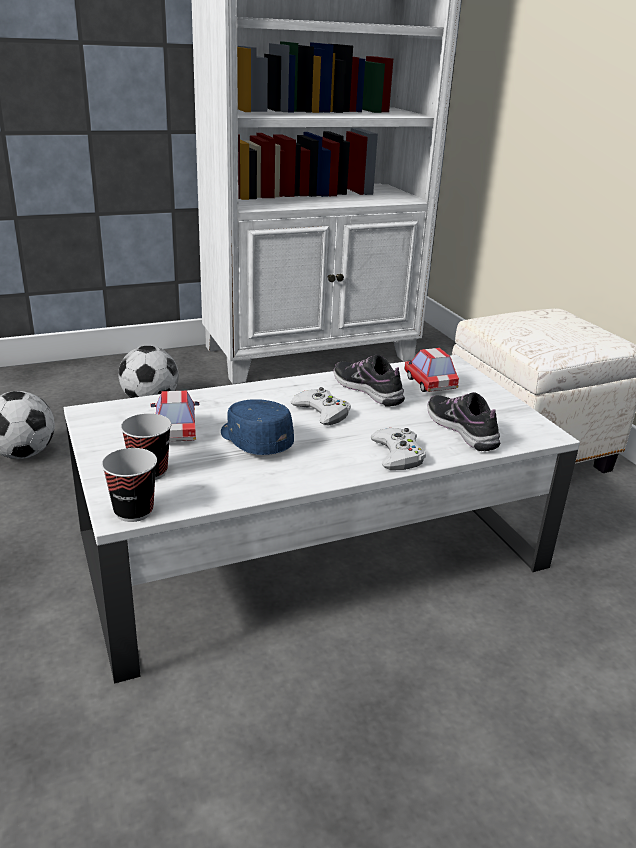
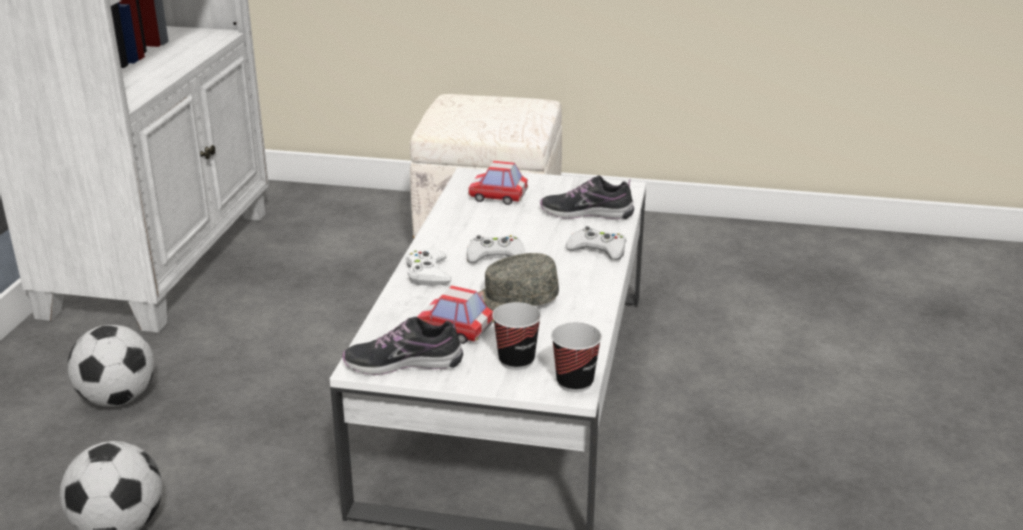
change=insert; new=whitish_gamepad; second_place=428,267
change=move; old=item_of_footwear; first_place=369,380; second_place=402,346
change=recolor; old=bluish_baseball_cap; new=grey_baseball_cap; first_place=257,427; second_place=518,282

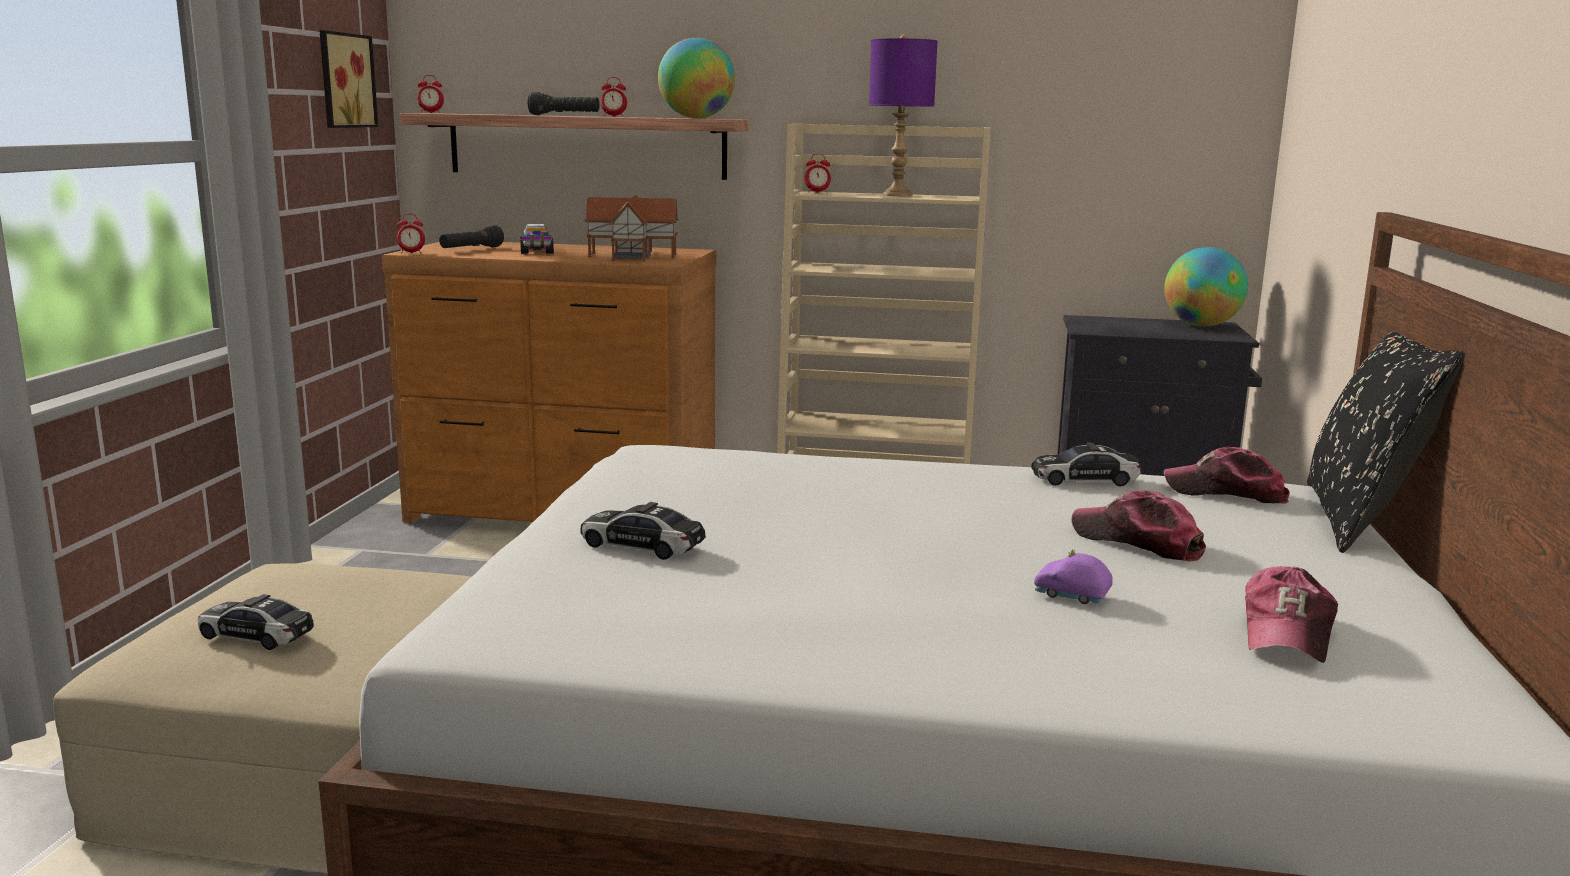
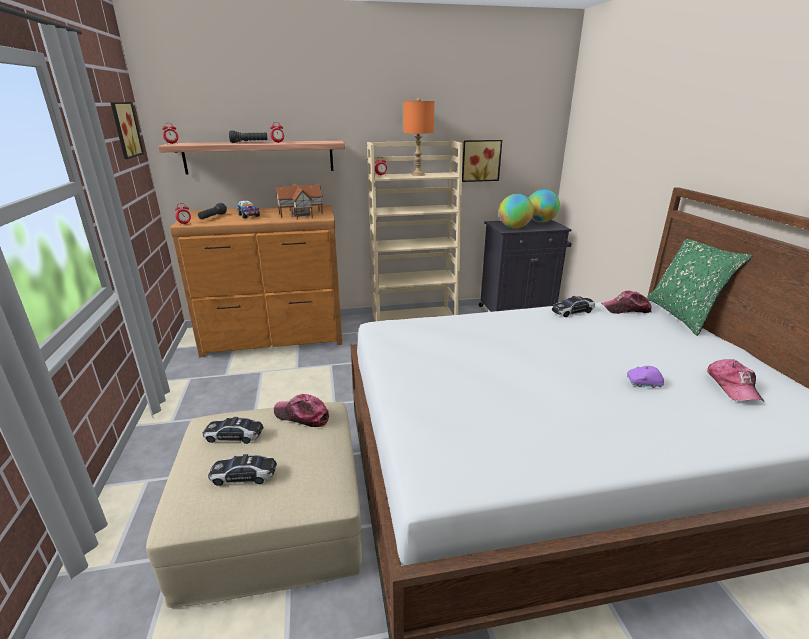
change=insert; new=picture; second_place=482,161
change=move; old=model_car; first_place=643,531; second_place=233,430
change=move; old=globe; first_place=696,78; second_place=516,211
change=move; old=baseball_cap; first_place=1138,526; second_place=301,410
change=recolor; old=purple-coloured_tabletop_lamp; new=orange_tabletop_lamp; first_place=903,115; second_place=418,137
change=recolor; old=black_cushion; new=green-coloured_cushion; first_place=1386,442; second_place=699,287

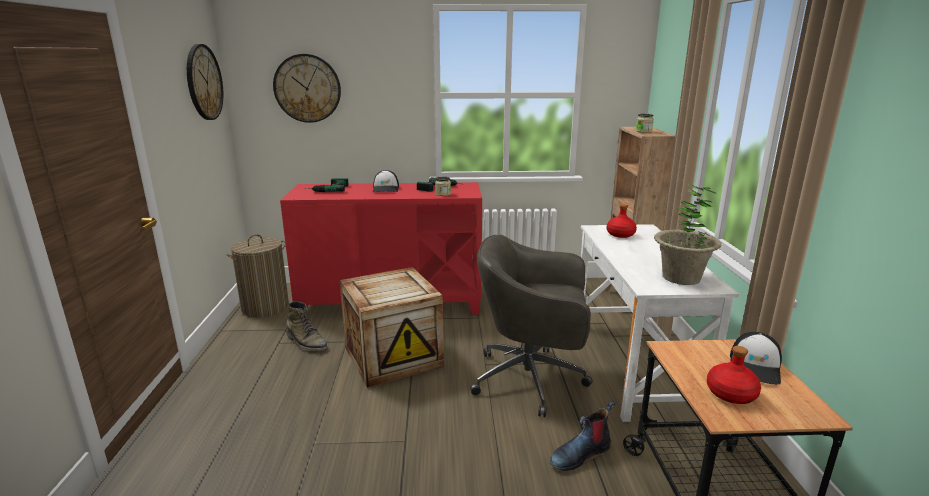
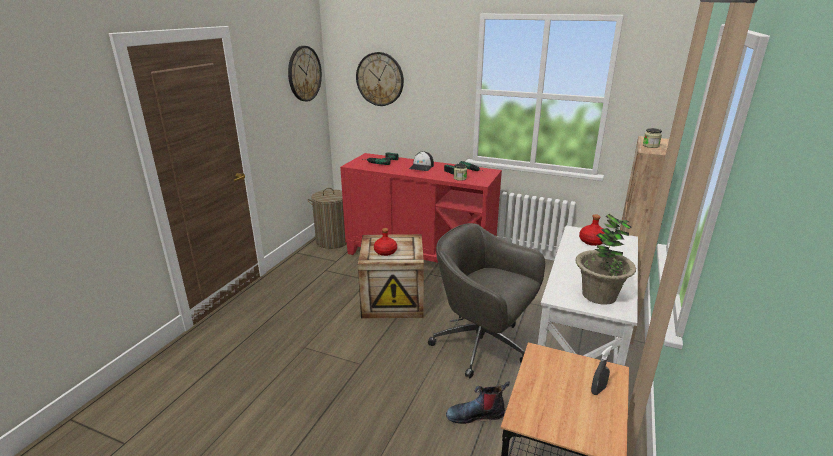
change=delete; old=green-coloured_tall_boot; first_place=307,326
change=move; old=reddish_drink_bottle; first_place=734,375; second_place=385,242
change=replace; old=baseball_cap; new=grey_hand_sprayer; first_place=756,358; second_place=602,370

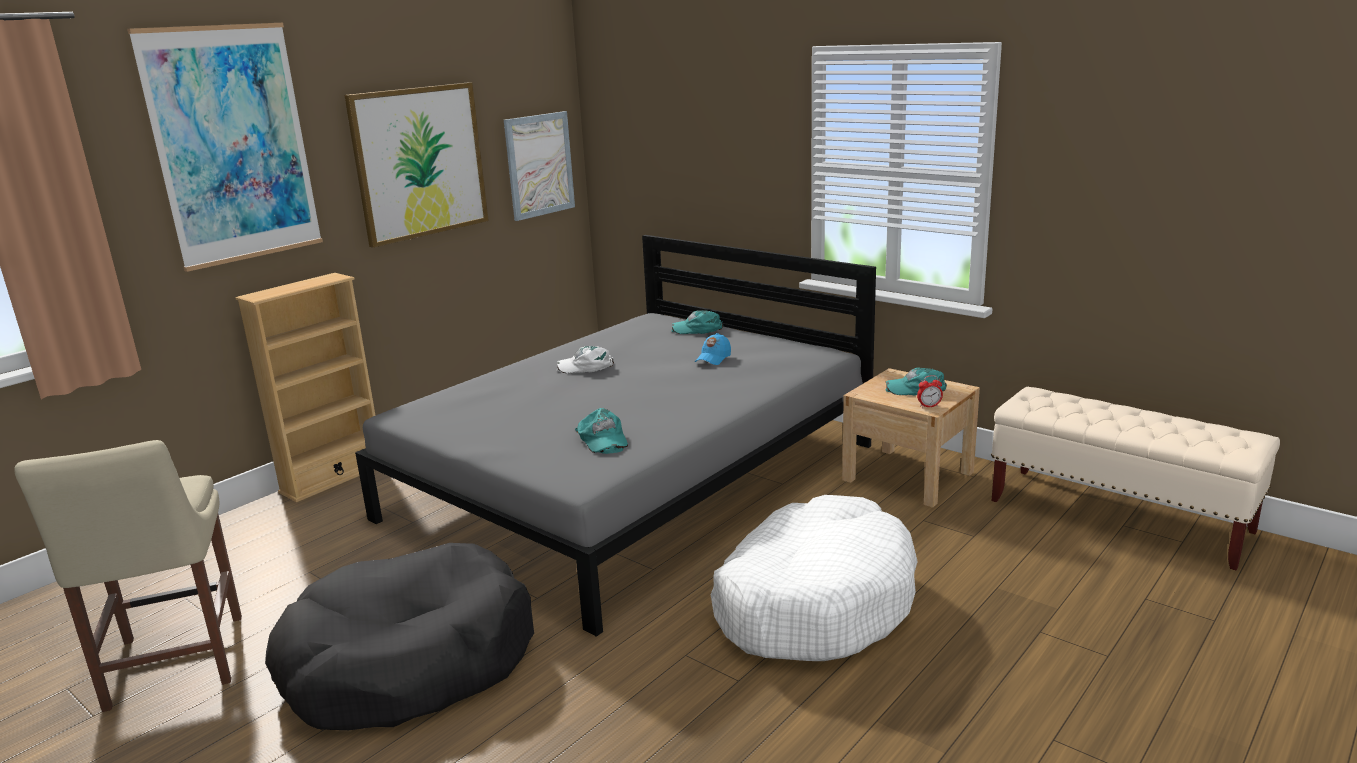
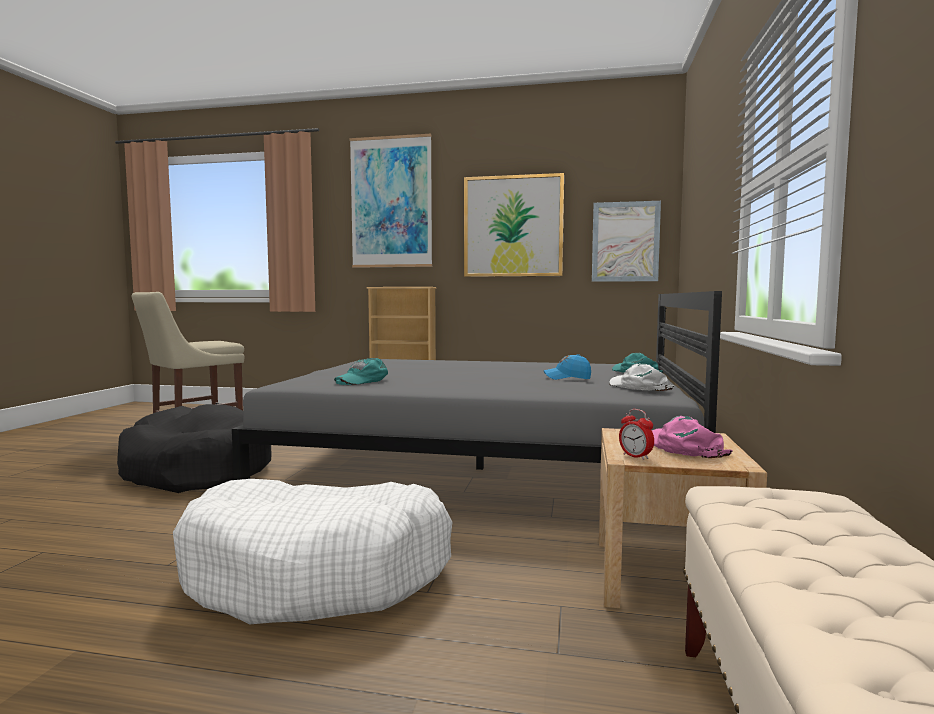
change=move; old=whitish_baseball_cap; first_place=585,359; second_place=641,377
change=recolor; old=blue-green_baseball_cap; new=pink-coloured_baseball_cap; first_place=916,381; second_place=692,437

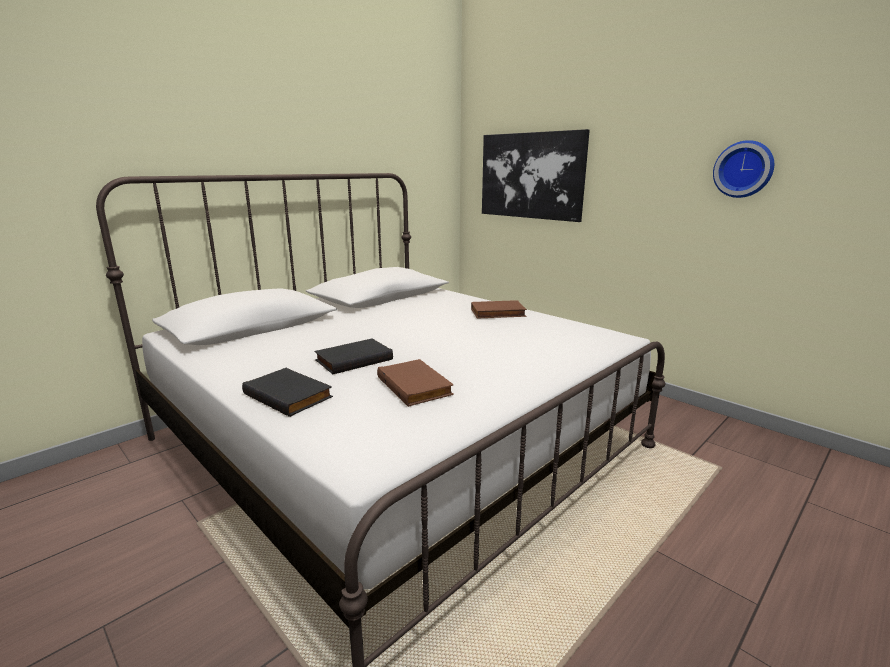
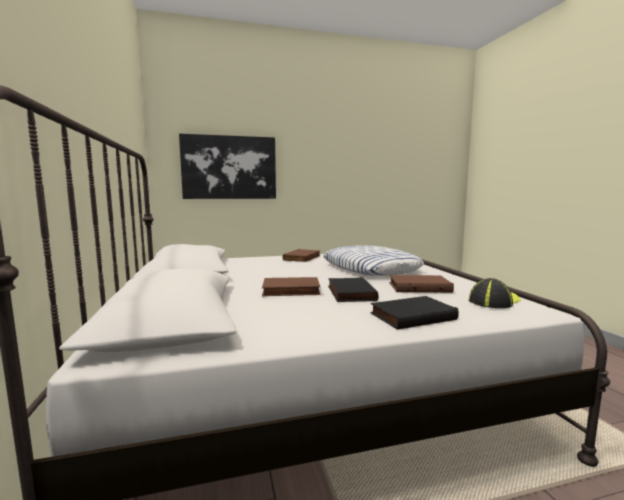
change=delete; old=wall_clock; first_place=743,169
change=insert; new=brownish_book; second_place=291,286
change=insert; new=cushion; second_place=373,260
change=insert; new=baseball_cap; second_place=495,293

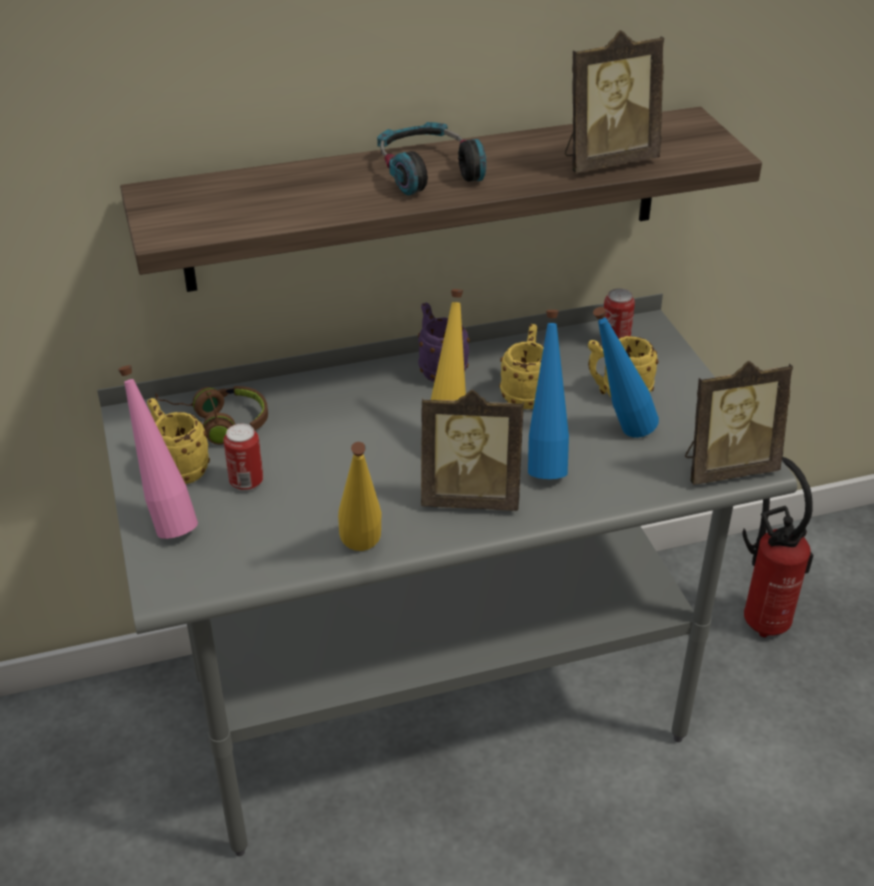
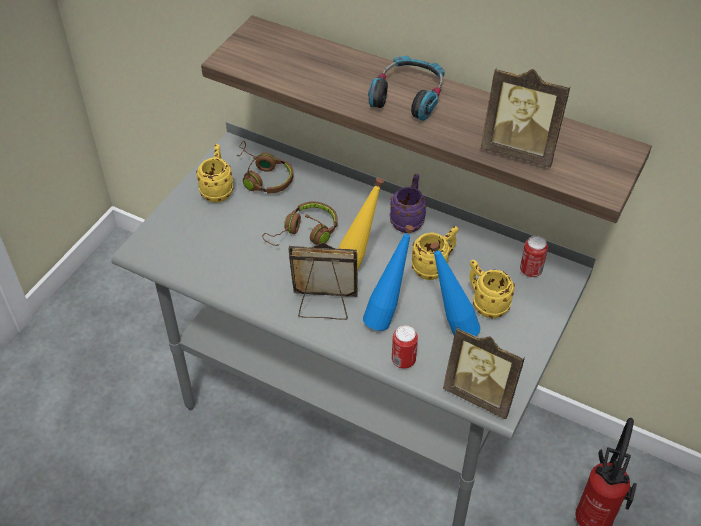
change=delete; old=pink-coloured_drink_bottle; first_place=158,452
change=delete; old=yellow-coloured_drink_bottle; first_place=359,496
change=insert; new=brownish_pair_of_headphones; second_place=300,223
change=move; old=metal_can; first_place=243,457; second_place=405,347
change=rotate; old=picture_frame; first_place=472,450; second_place=323,281; degrees=135

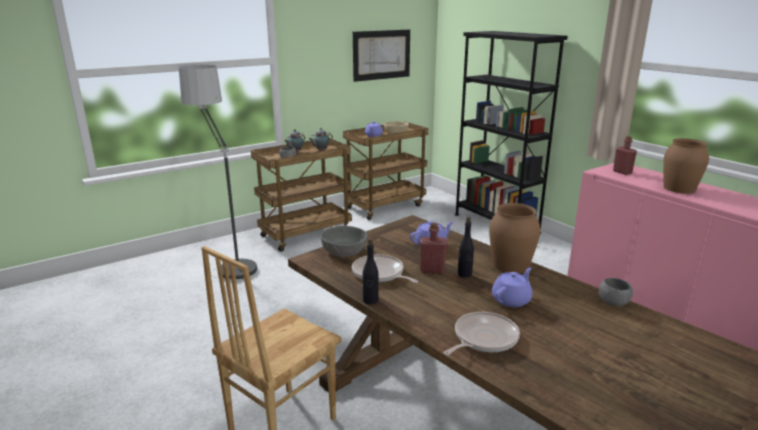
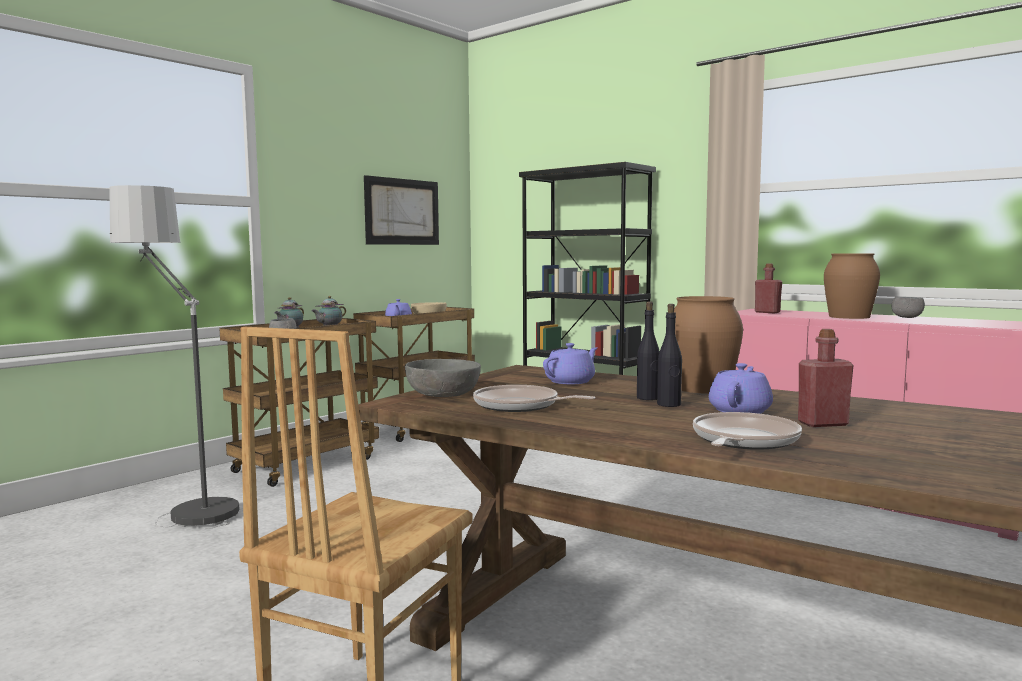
change=move; old=black_drink_bottle; first_place=371,271; second_place=669,355
change=move; old=reddish_drink_bottle; first_place=434,248; second_place=825,378
change=move; old=grey_deep_dish; first_place=616,292; second_place=908,307

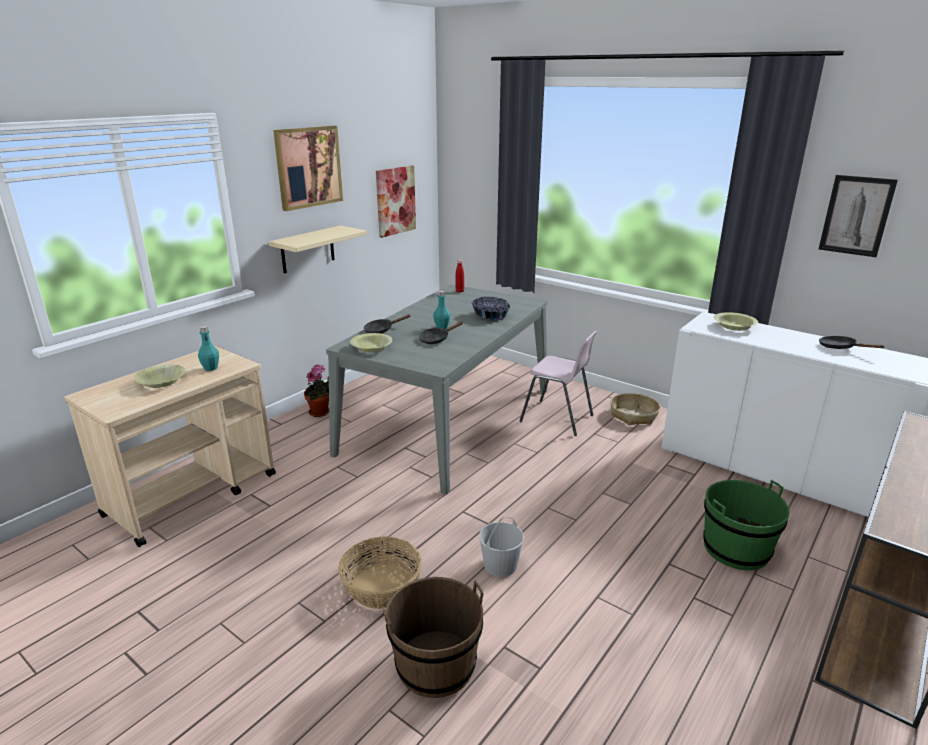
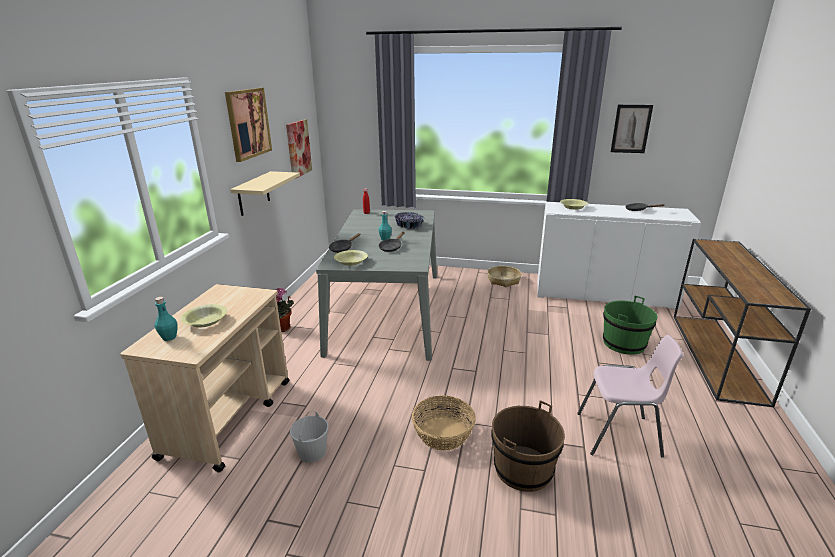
change=move; old=blue-green_drink_bottle; first_place=208,348; second_place=166,319
change=move; old=whitish_water_bucket; first_place=501,547; second_place=309,437
change=move; old=pink-coloured_plain_chair; first_place=558,383; second_place=630,396

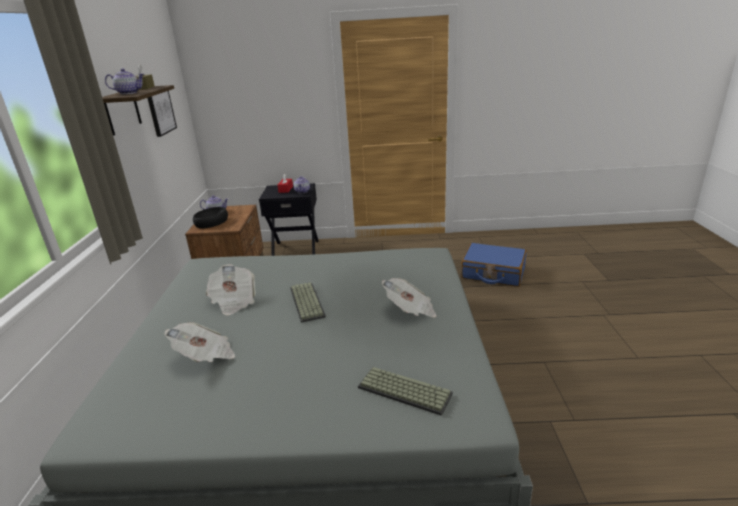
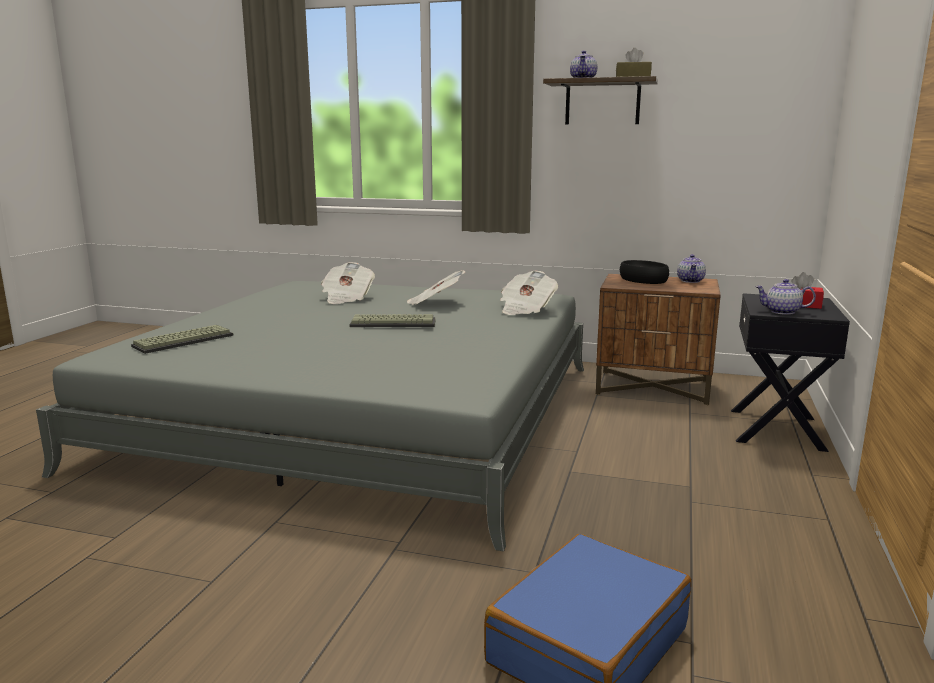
change=delete; old=picture; first_place=162,114
change=move; old=printed_paper; first_place=409,297; second_place=529,293

